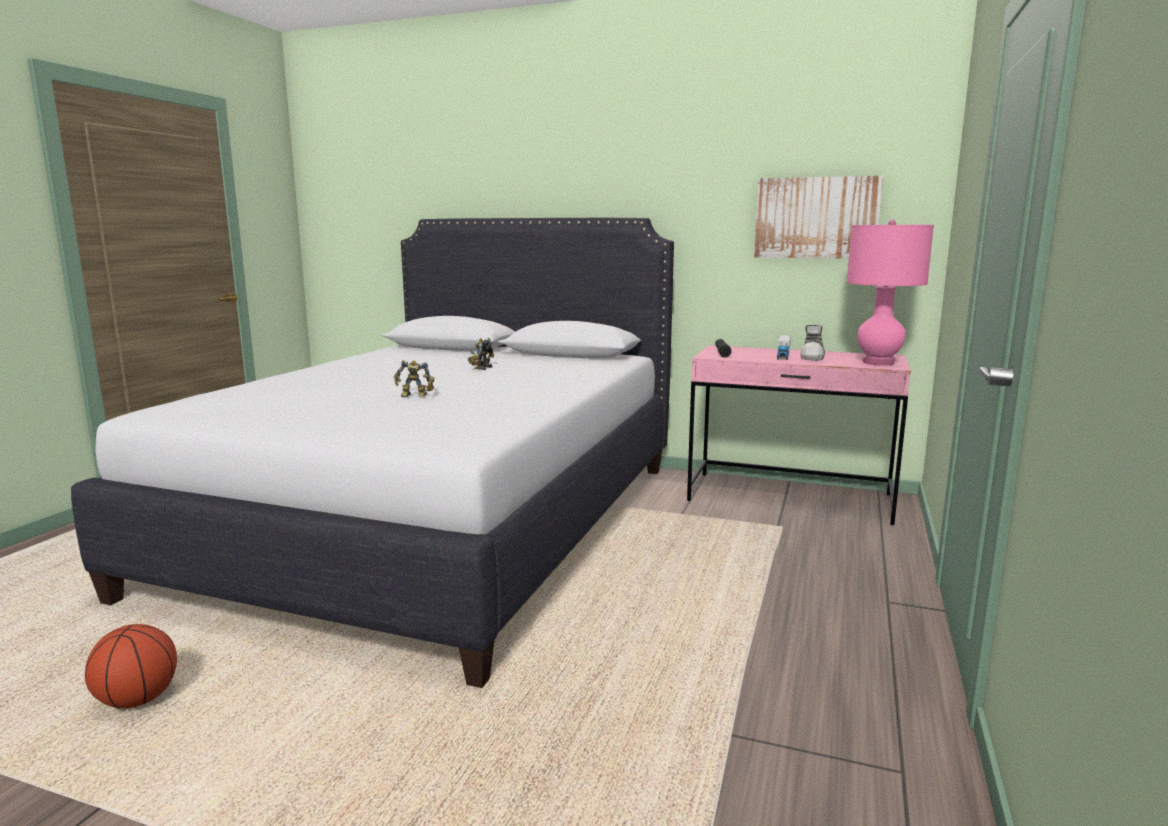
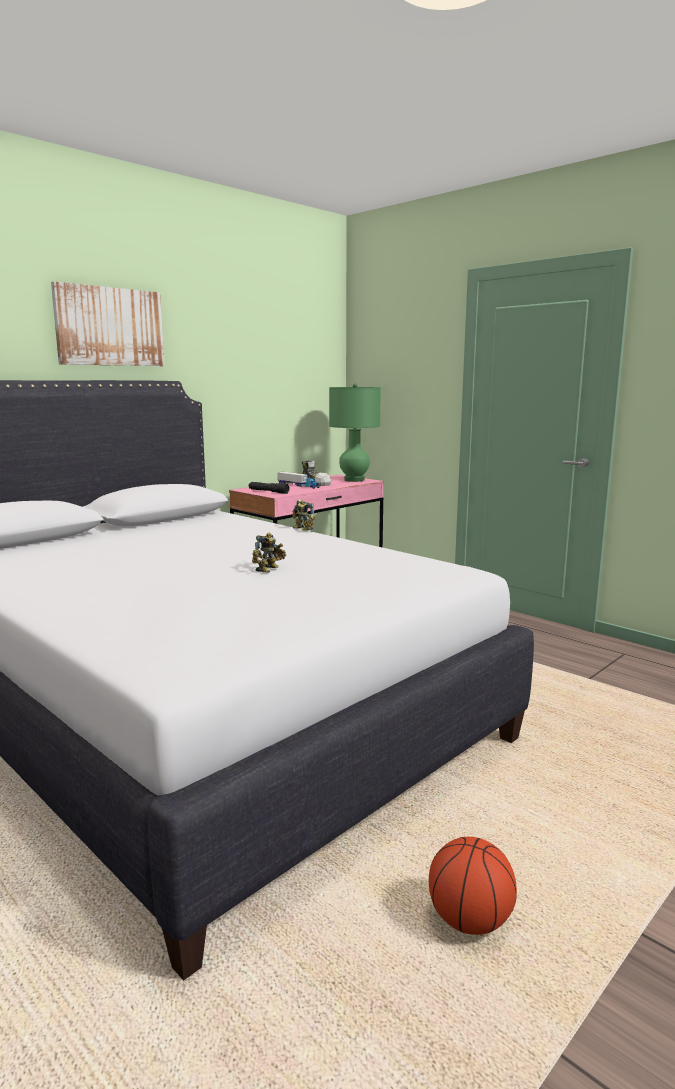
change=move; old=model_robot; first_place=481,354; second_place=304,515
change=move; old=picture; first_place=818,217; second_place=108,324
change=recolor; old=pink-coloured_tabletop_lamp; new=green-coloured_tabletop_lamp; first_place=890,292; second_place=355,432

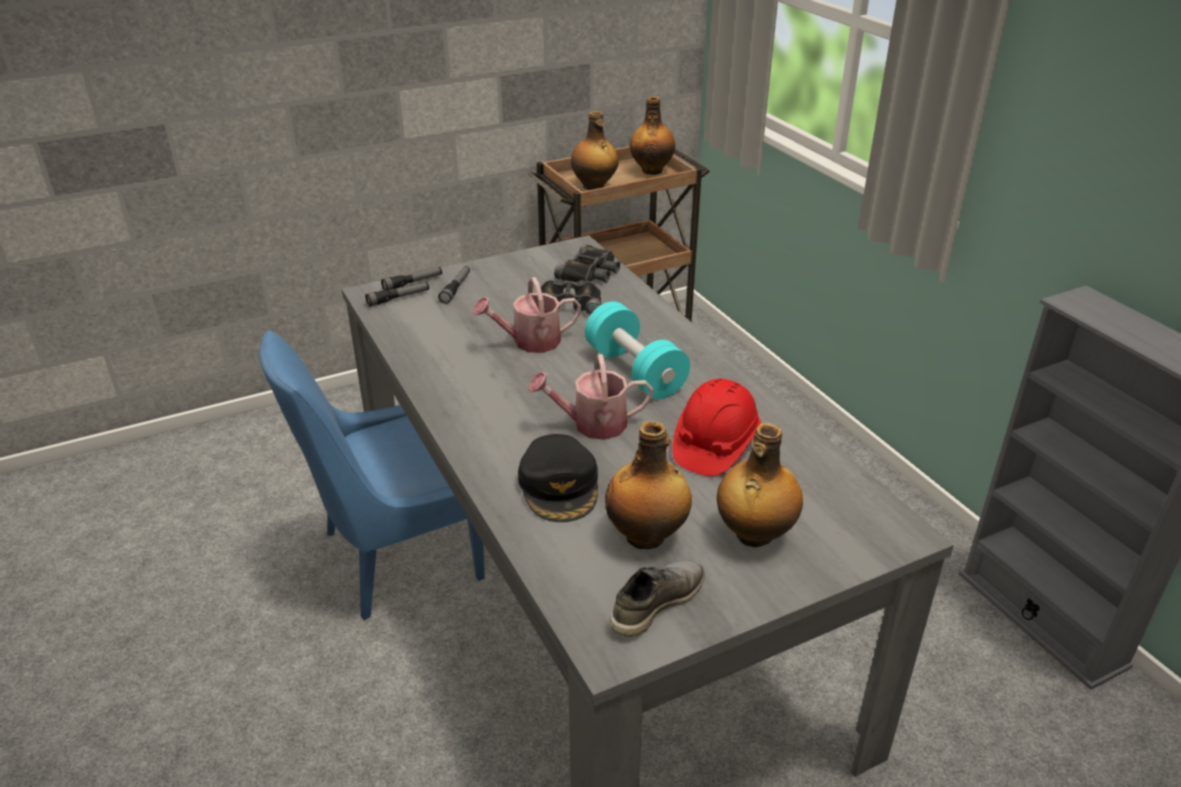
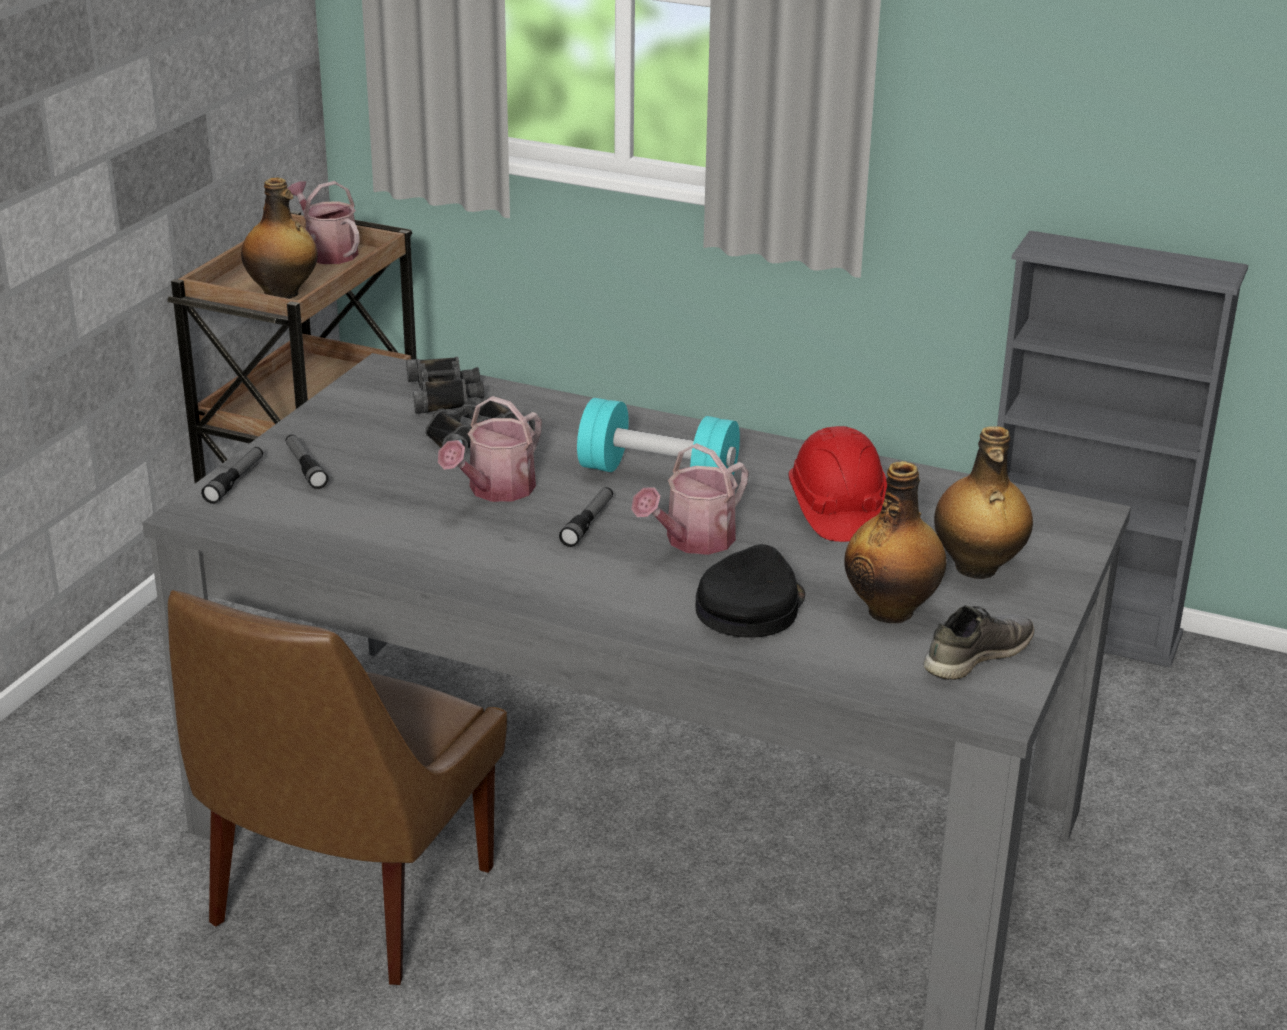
change=move; old=flashlight; first_place=397,294; second_place=586,517
change=replace; old=drink_bottle; new=watering_pot; first_place=652,135; second_place=324,222
change=recolor; old=bluish_plain_chair; new=brownish_plain_chair; first_place=372,475; second_place=337,787
change=rotate; old=black_baseball_cap; first_place=558,478; second_place=750,591; degrees=-105
change=rotate; old=grey_item_of_footwear; first_place=657,598; second_place=978,642; degrees=45

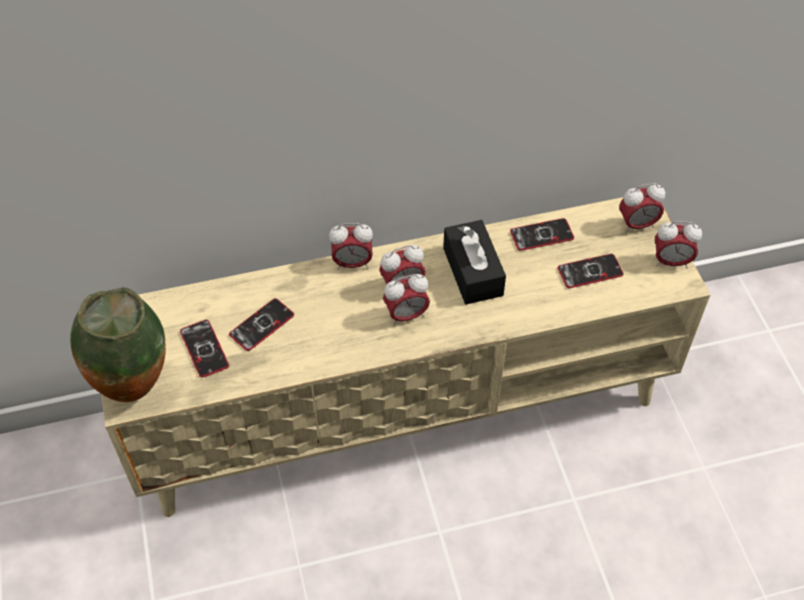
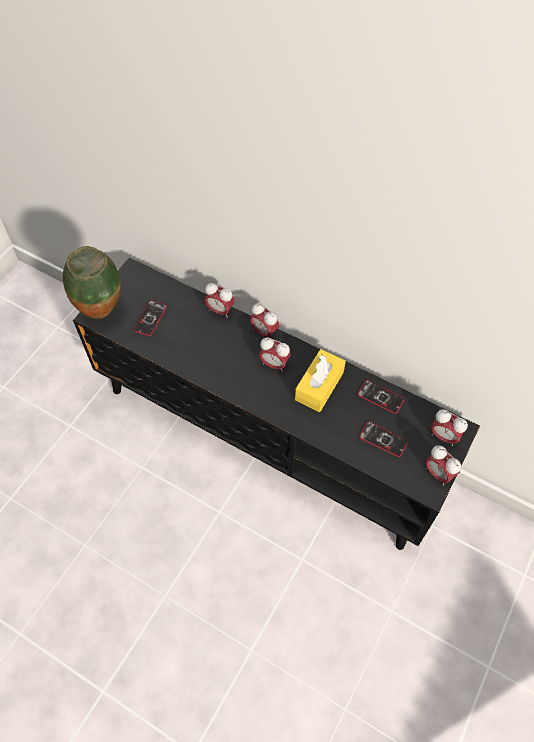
change=delete; old=telephone; first_place=261,324
change=move; old=bedside_clock; first_place=406,299; second_place=219,300
change=recolor; old=beige-coloured_tv_stand; new=black_tv_stand; first_place=406,357; second_place=276,403
change=recolor; old=black_tissue_box; new=yellow-coloured_tissue_box; first_place=474,262; second_place=320,380

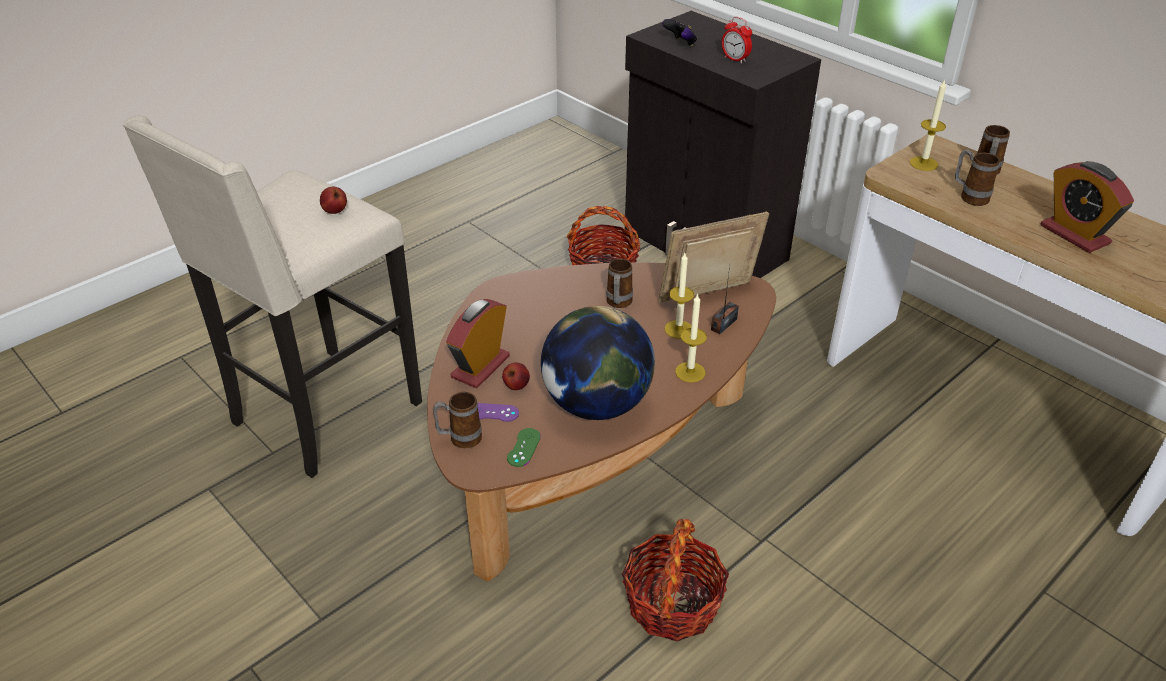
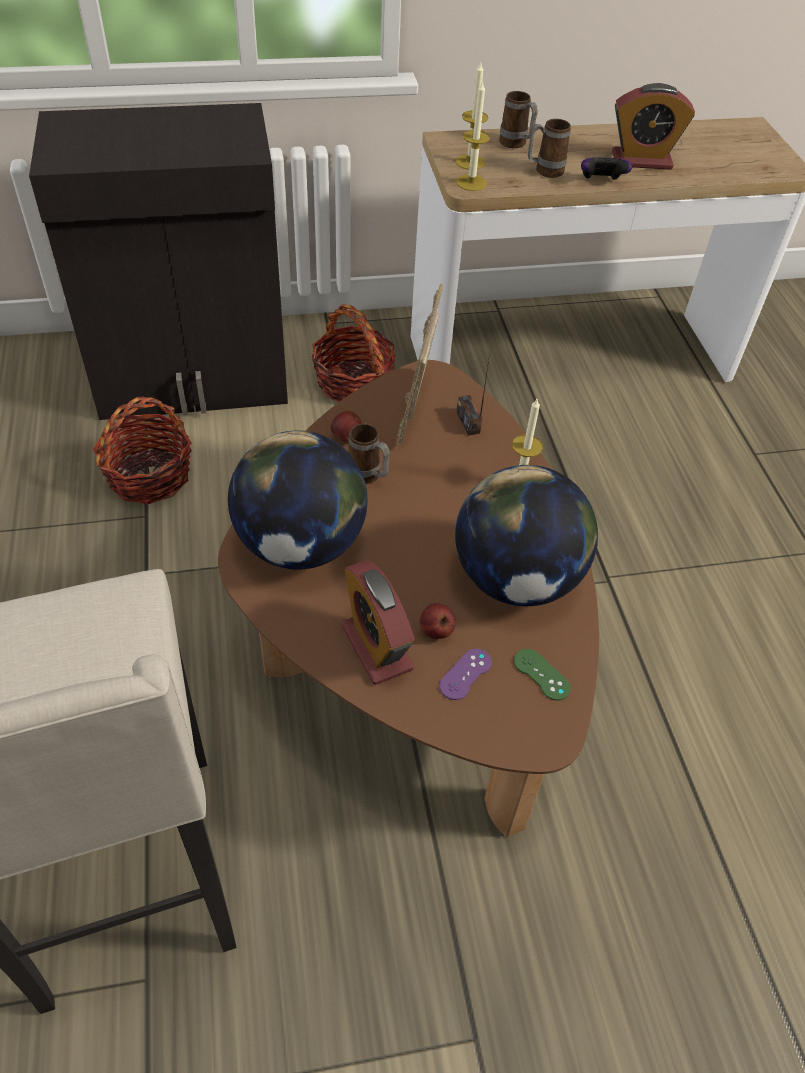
change=delete; old=tea_mug; first_place=457,420
change=delete; old=bedside_clock; first_place=737,40
change=insert; new=globe; second_place=298,500
change=move; old=apple; first_place=333,200; second_place=346,427
change=move; old=household_basket; first_place=675,580; second_place=353,353
change=move; old=gamepad; first_place=679,32; second_place=606,167
change=move; old=wax_light; first_place=679,296; second_place=473,135

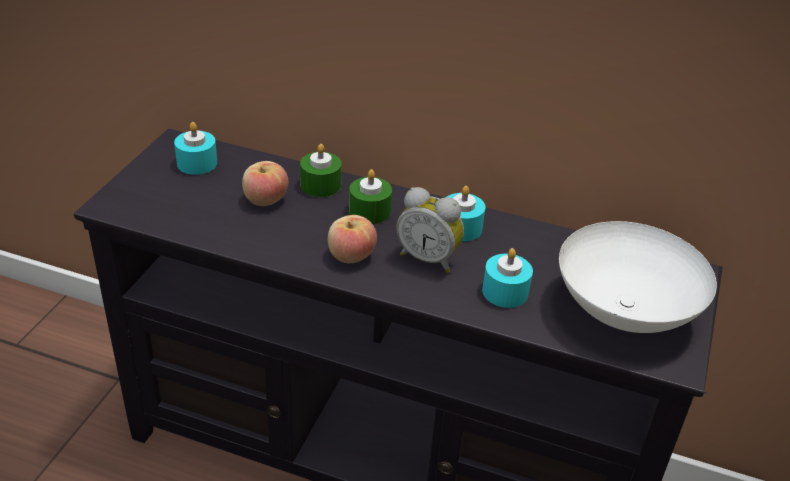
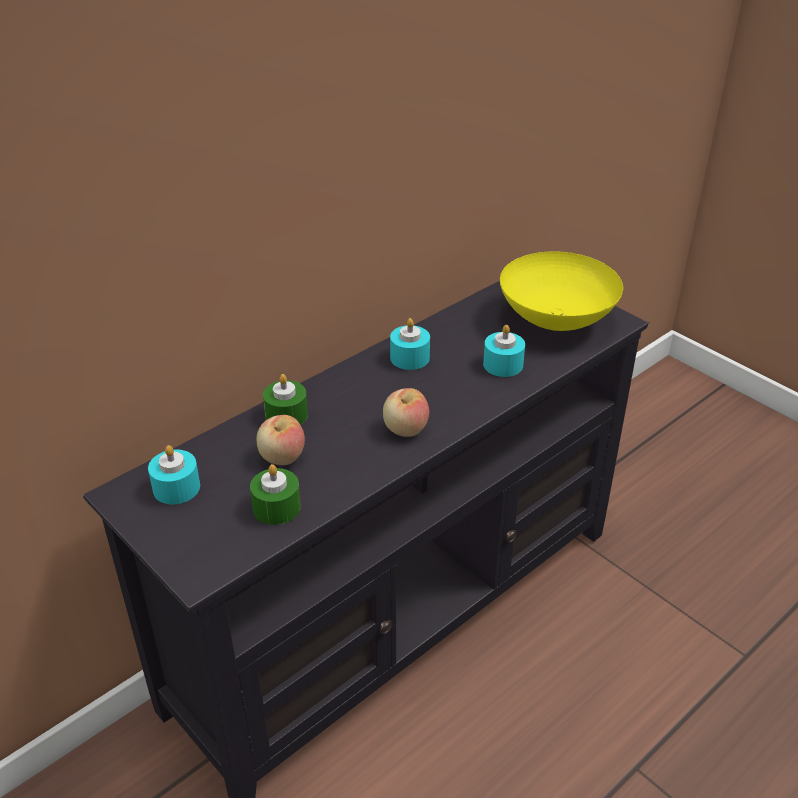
change=delete; old=bedside_clock; first_place=430,230
change=move; old=green-coloured_wax_light; first_place=370,196; second_place=275,494
change=recolor; old=whitish_deep_dish; new=yellow-coloured_deep_dish; first_place=638,277; second_place=561,291

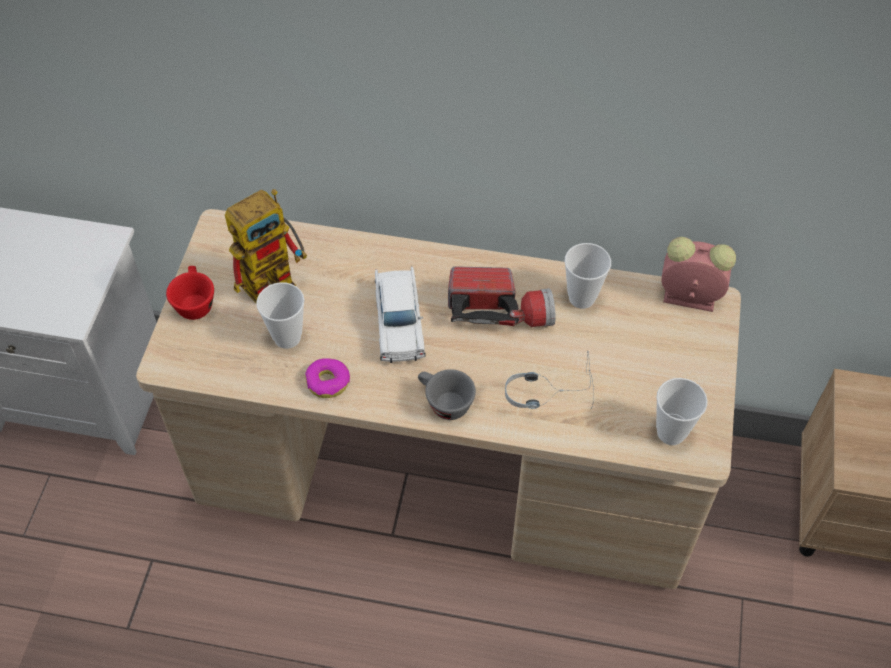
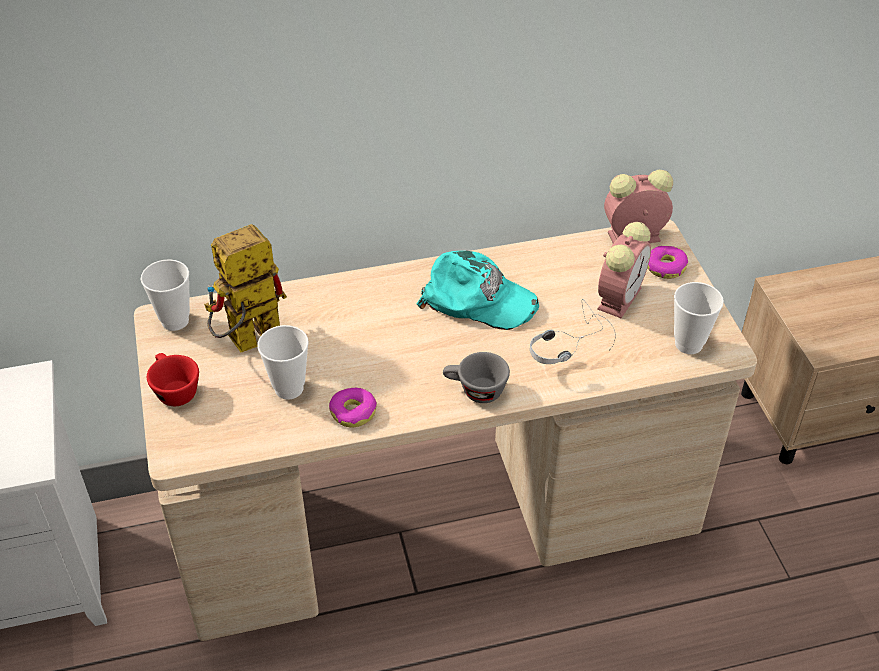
change=delete; old=whitish_model_car; first_place=400,314
change=insert; new=bedside_clock; second_place=624,270
change=insert; new=donut; second_place=668,262
change=move; old=small_cup; first_place=588,276; second_place=165,295
change=replace; old=flashlight; new=blue-green_baseball_cap; first_place=501,296; second_place=478,290
change=rotate; old=model_robot; first_place=266,246; second_place=245,288; degrees=-150

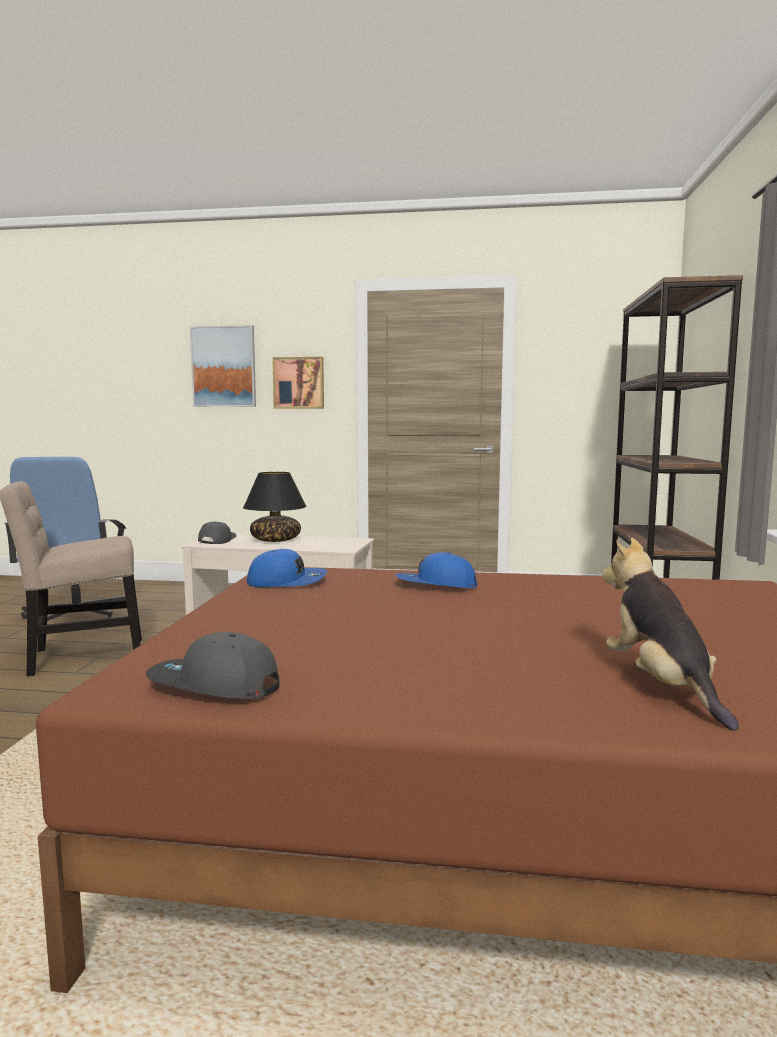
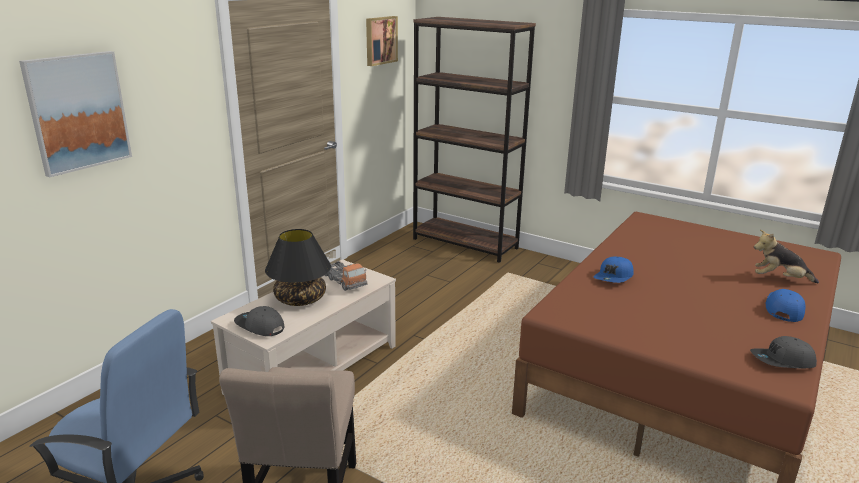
change=insert; new=model_truck; second_place=346,276
change=move; old=bluish_baseball_cap; first_place=287,568; second_place=785,305
change=move; old=picture; first_place=298,383; second_place=382,41
change=rotate; old=grey_baseball_cap; first_place=213,665; second_place=783,352; degrees=45

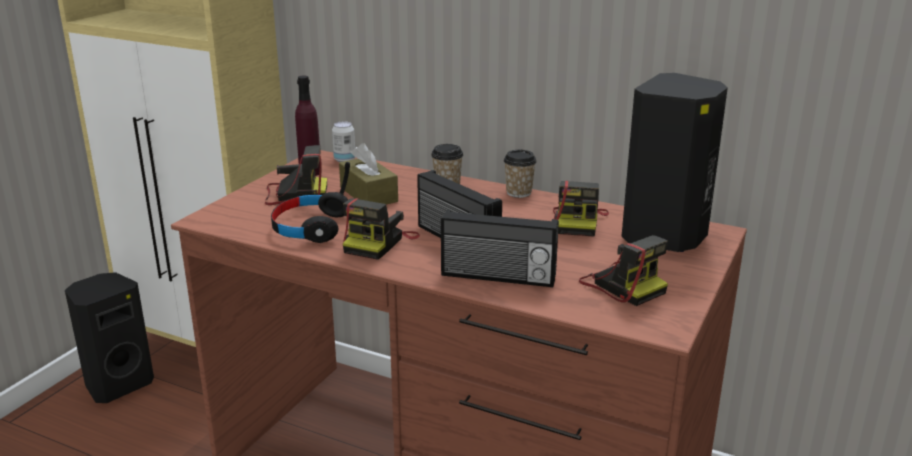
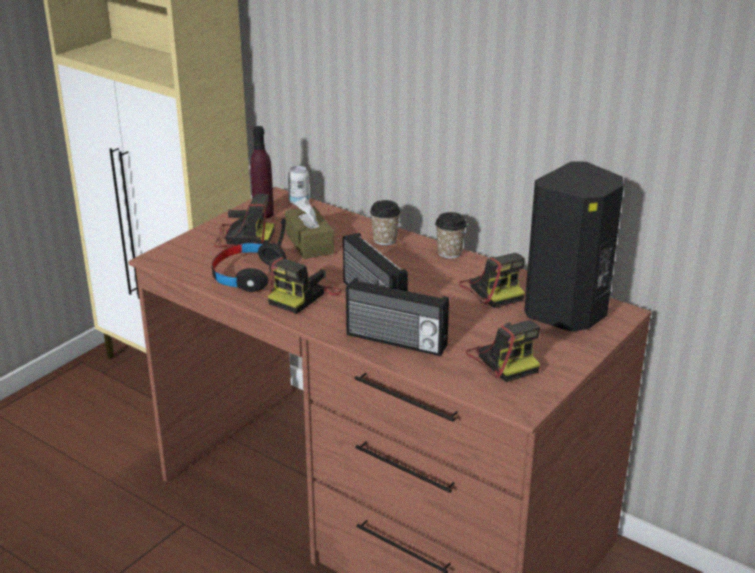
change=delete; old=black_audio_speaker; first_place=109,337
change=rotate; old=photo_camera; first_place=581,208; second_place=492,280; degrees=-45

